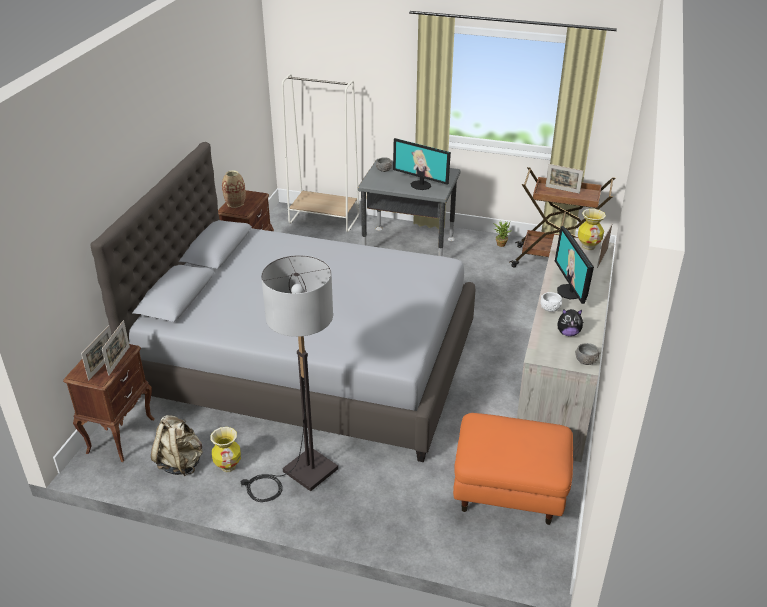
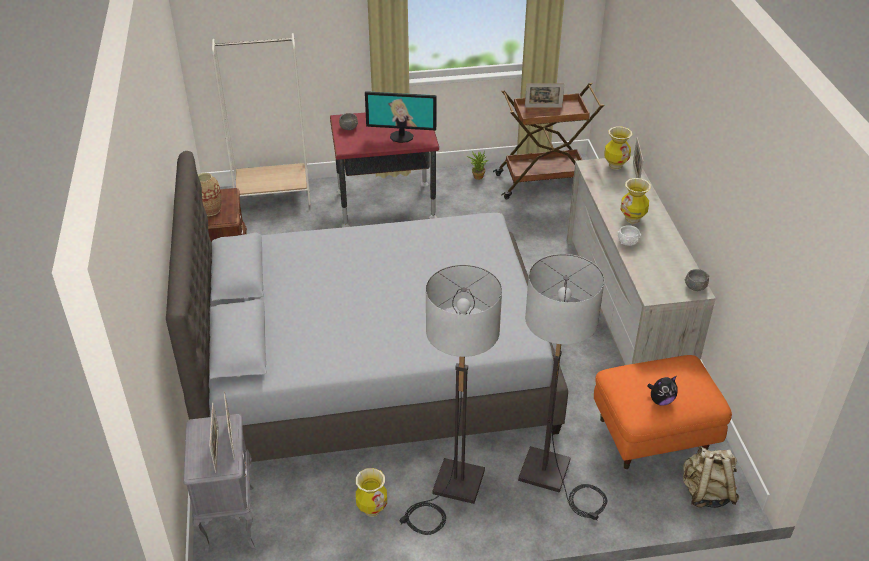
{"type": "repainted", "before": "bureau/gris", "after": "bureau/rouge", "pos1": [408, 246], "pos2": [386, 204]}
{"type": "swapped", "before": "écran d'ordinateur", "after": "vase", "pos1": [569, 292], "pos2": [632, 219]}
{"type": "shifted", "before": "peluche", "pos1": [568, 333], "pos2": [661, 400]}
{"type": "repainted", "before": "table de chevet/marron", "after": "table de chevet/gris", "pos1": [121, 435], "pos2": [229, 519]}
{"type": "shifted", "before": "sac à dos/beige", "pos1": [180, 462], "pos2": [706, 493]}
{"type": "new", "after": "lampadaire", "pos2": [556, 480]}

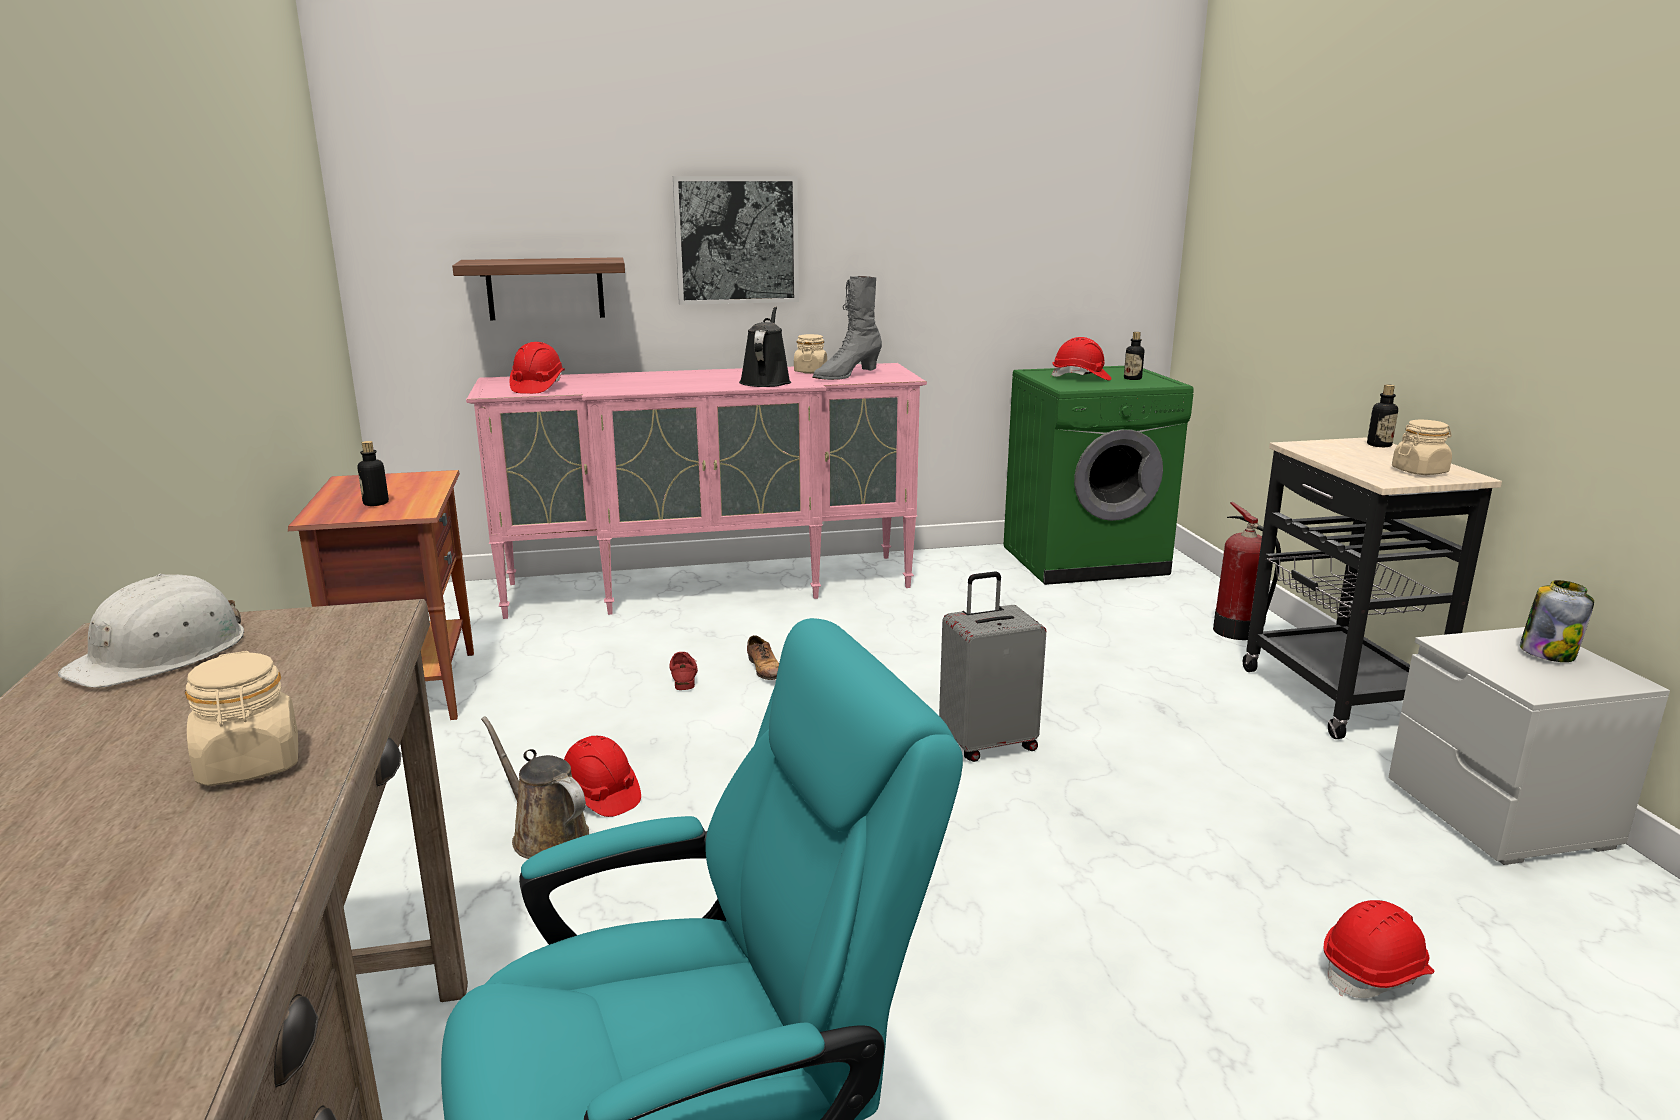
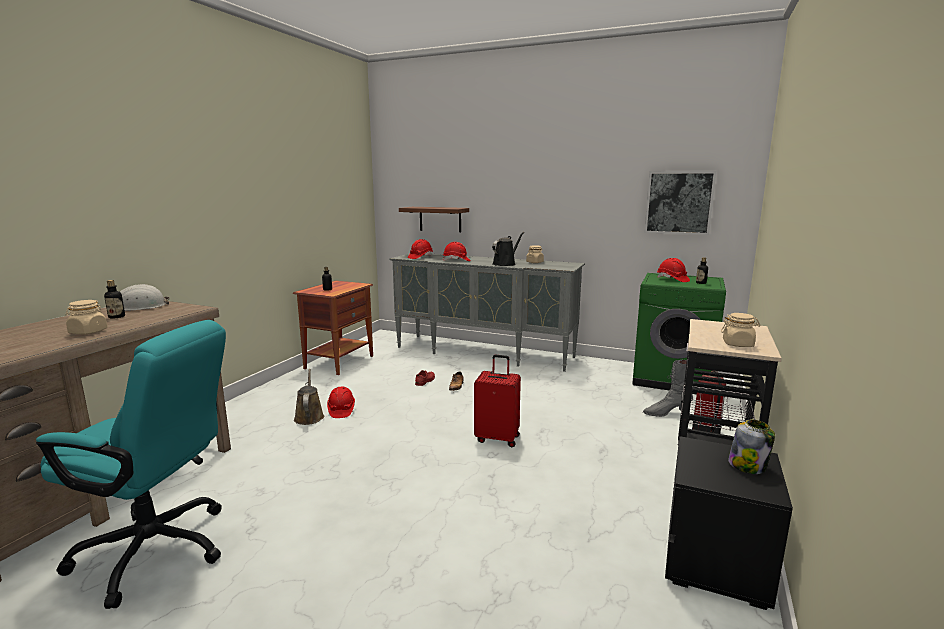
{"type": "shifted", "before": "tableau", "pos1": [736, 240], "pos2": [679, 202]}
{"type": "shifted", "before": "botte/gris", "pos1": [846, 376], "pos2": [666, 413]}
{"type": "repainted", "before": "meuble de rangement/rose", "after": "meuble de rangement/gris", "pos1": [710, 586], "pos2": [483, 352]}
{"type": "shifted", "before": "bouteille", "pos1": [1379, 445], "pos2": [116, 317]}
{"type": "repainted", "before": "valise/gris", "after": "valise/rouge", "pos1": [987, 743], "pos2": [497, 438]}
{"type": "repainted", "before": "table de chevet/blanc", "after": "table de chevet/noir", "pos1": [1503, 814], "pos2": [718, 563]}
{"type": "shifted", "before": "casque de chantier/rouge", "pos1": [1376, 972], "pos2": [456, 260]}

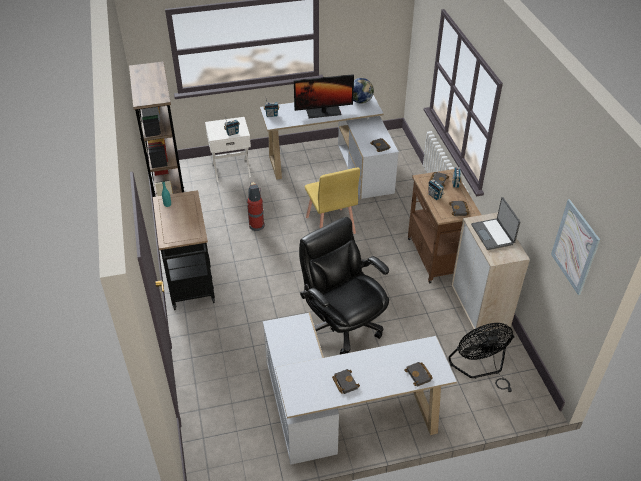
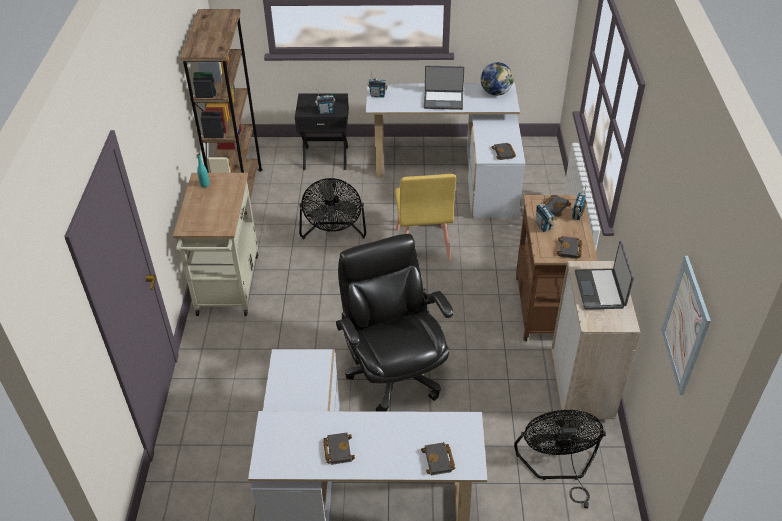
{"type": "swapped", "before": "écran d'ordinateur", "after": "ordinateur portable", "pos1": [323, 112], "pos2": [443, 100]}
{"type": "repainted", "before": "table de chevet/blanc", "after": "table de chevet/noir", "pos1": [231, 169], "pos2": [326, 157]}
{"type": "swapped", "before": "extincteur", "after": "ventilateur/noir", "pos1": [256, 225], "pos2": [331, 229]}
{"type": "repainted", "before": "chariot/noir", "after": "chariot/beige", "pos1": [191, 283], "pos2": [228, 287]}

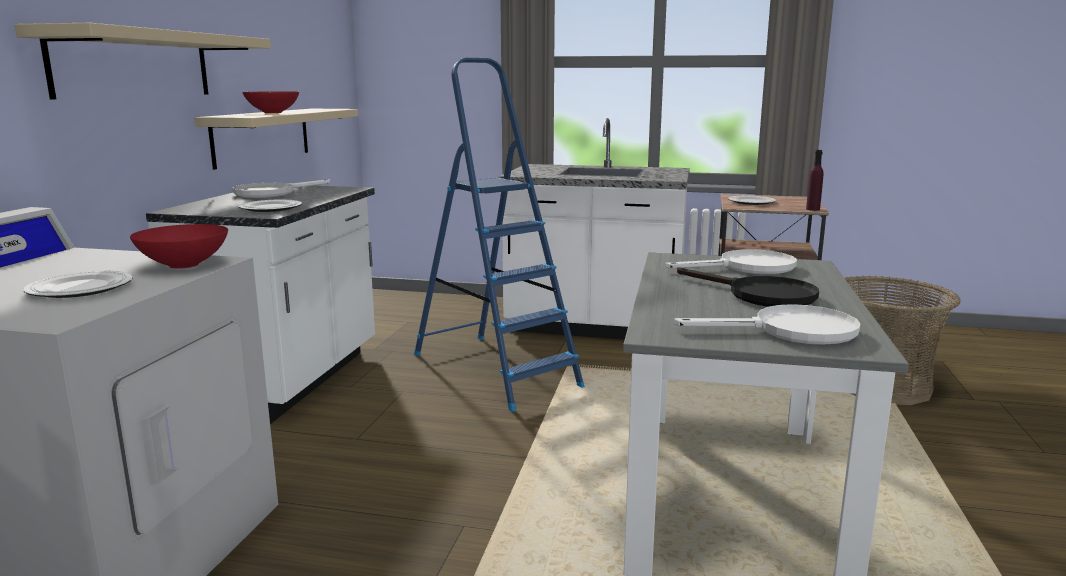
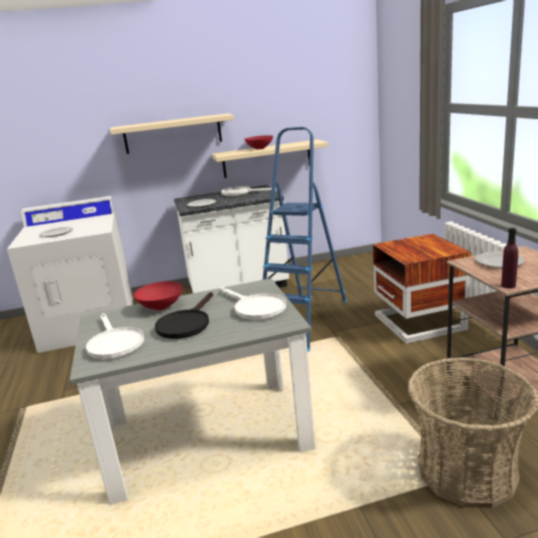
{"type": "swapped", "before": "comptoir de cuisine/blanc", "after": "table de chevet", "pos1": [594, 326], "pos2": [418, 322]}
{"type": "shifted", "before": "bol/rouge", "pos1": [184, 265], "pos2": [160, 307]}

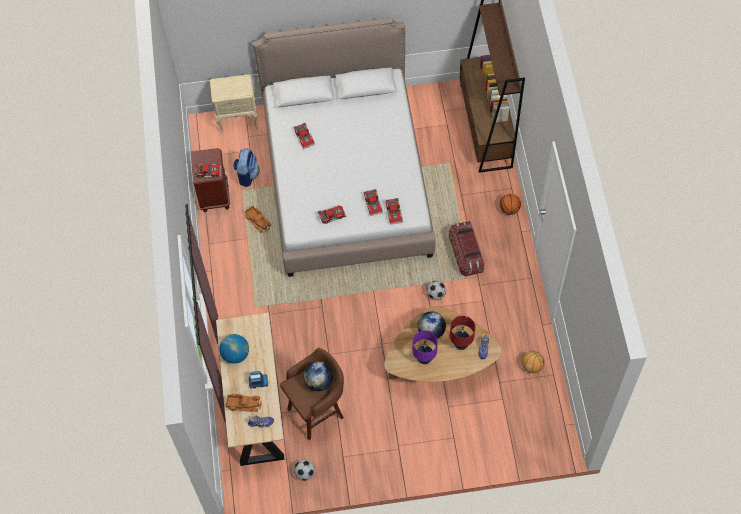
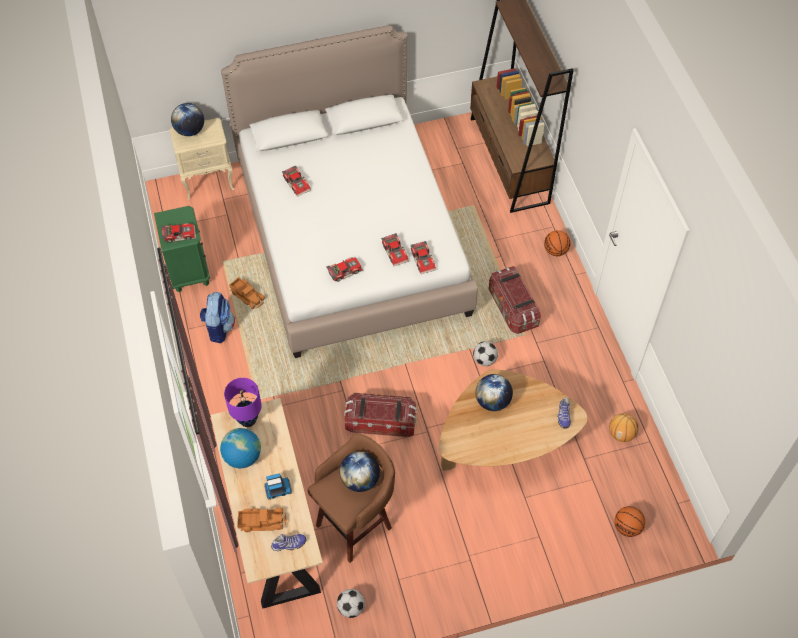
{"type": "repainted", "before": "table de chevet/marron", "after": "table de chevet/vert", "pos1": [214, 196], "pos2": [189, 272]}
{"type": "shifted", "before": "sac à dos", "pos1": [247, 175], "pos2": [218, 328]}
{"type": "gone", "before": "lampe de table/rouge", "pos1": [461, 344]}
{"type": "shifted", "before": "lampe de table/violet", "pos1": [424, 358], "pos2": [248, 419]}
{"type": "new", "after": "globe", "pos2": [190, 131]}
{"type": "new", "after": "boîte de rangement", "pos2": [380, 422]}
{"type": "new", "after": "ballon de basket", "pos2": [627, 527]}

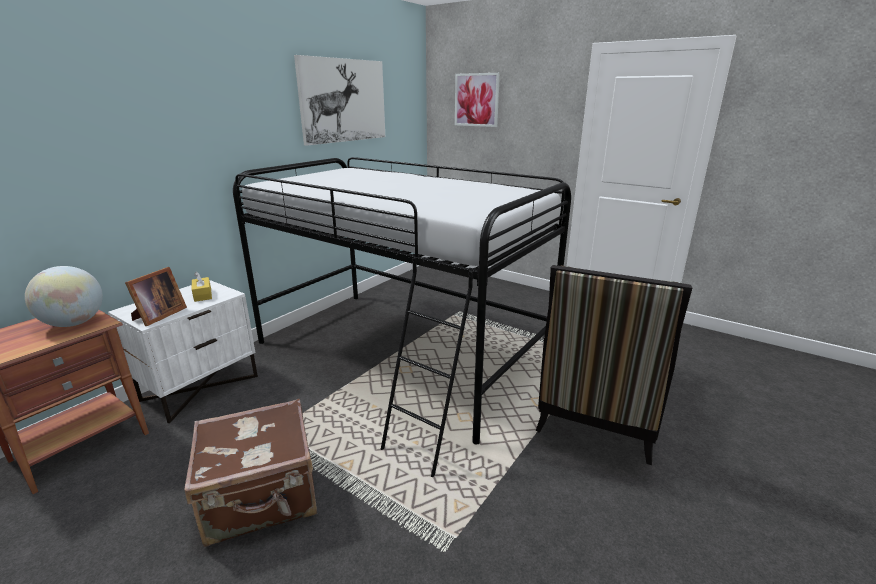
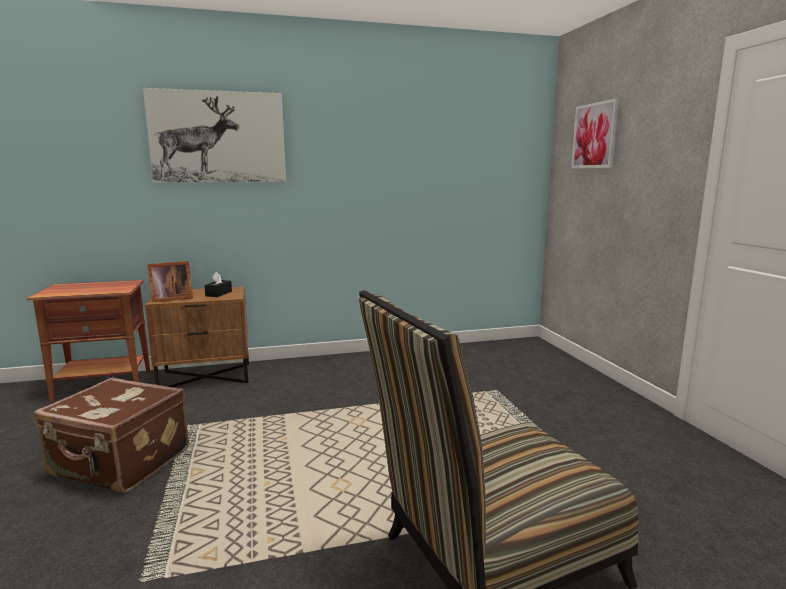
{"type": "shifted", "before": "tableau", "pos1": [343, 101], "pos2": [218, 137]}
{"type": "gone", "before": "lit/noir", "pos1": [401, 354]}
{"type": "gone", "before": "globe", "pos1": [74, 323]}
{"type": "repainted", "before": "boîte à mouchoirs/jaune", "after": "boîte à mouchoirs/noir", "pos1": [203, 295], "pos2": [219, 293]}
{"type": "repainted", "before": "table de chevet/blanc", "after": "table de chevet/marron", "pos1": [200, 387], "pos2": [206, 376]}

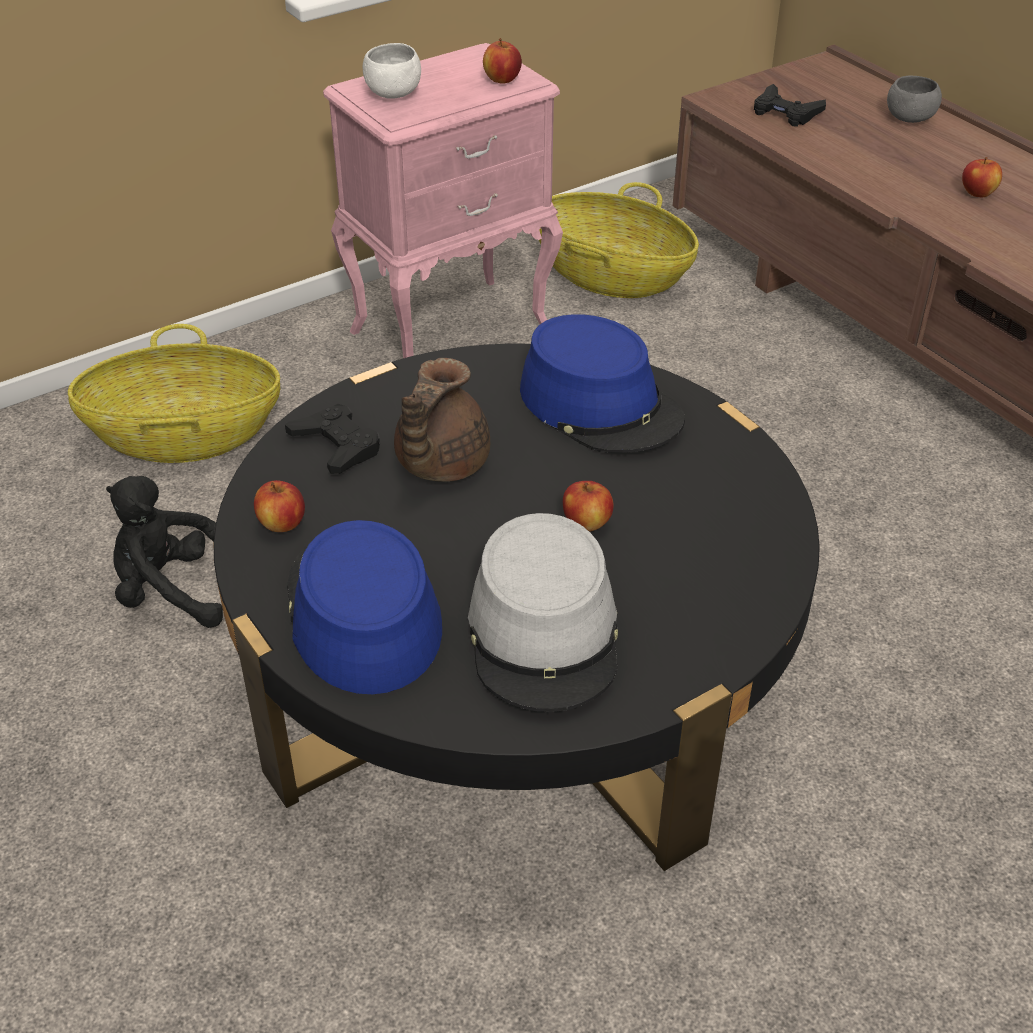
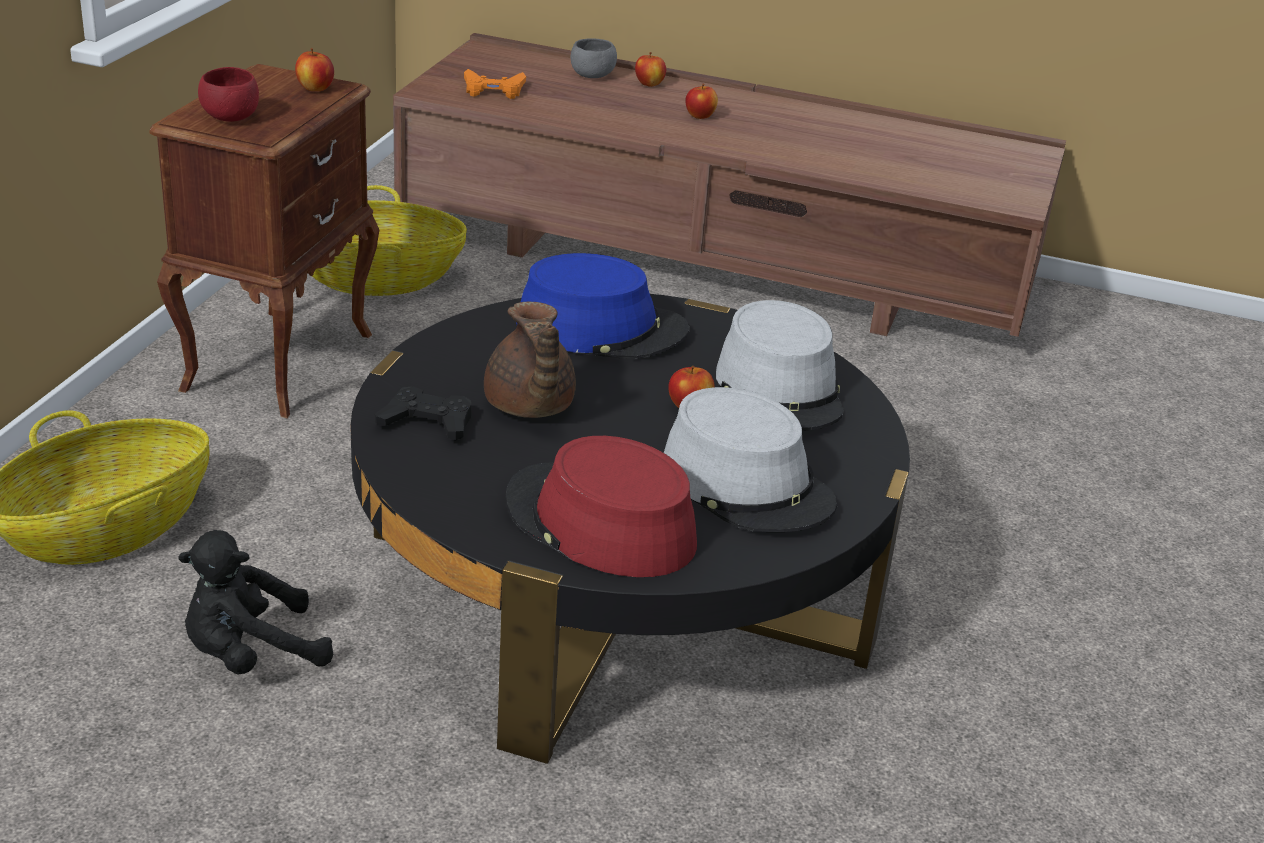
{"type": "repainted", "before": "table de chevet/rose", "after": "table de chevet/marron", "pos1": [451, 330], "pos2": [278, 361]}
{"type": "repainted", "before": "bol/blanc", "after": "bol/rouge", "pos1": [393, 93], "pos2": [230, 117]}
{"type": "repainted", "before": "manette/noir", "after": "manette/orange", "pos1": [785, 112], "pos2": [493, 90]}
{"type": "shifted", "before": "pomme", "pos1": [282, 524], "pos2": [649, 84]}
{"type": "repainted", "before": "chapeau/bleu", "after": "chapeau/rouge", "pos1": [361, 611], "pos2": [599, 523]}
{"type": "new", "after": "chapeau/gris", "pos2": [780, 390]}

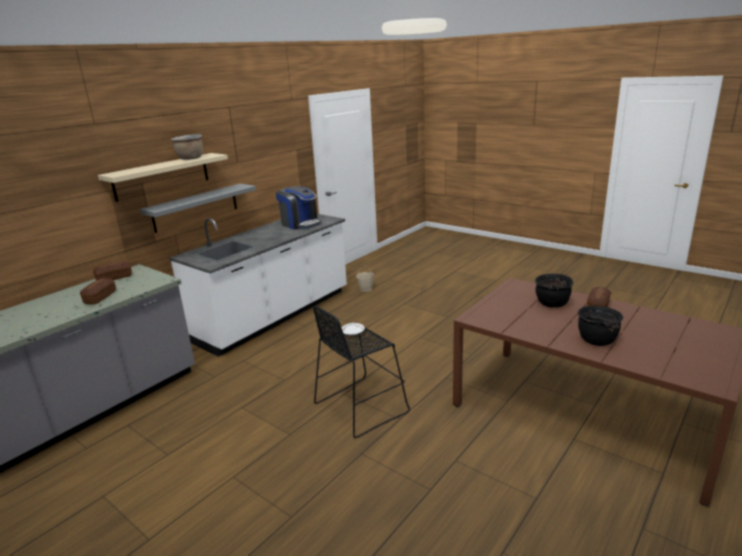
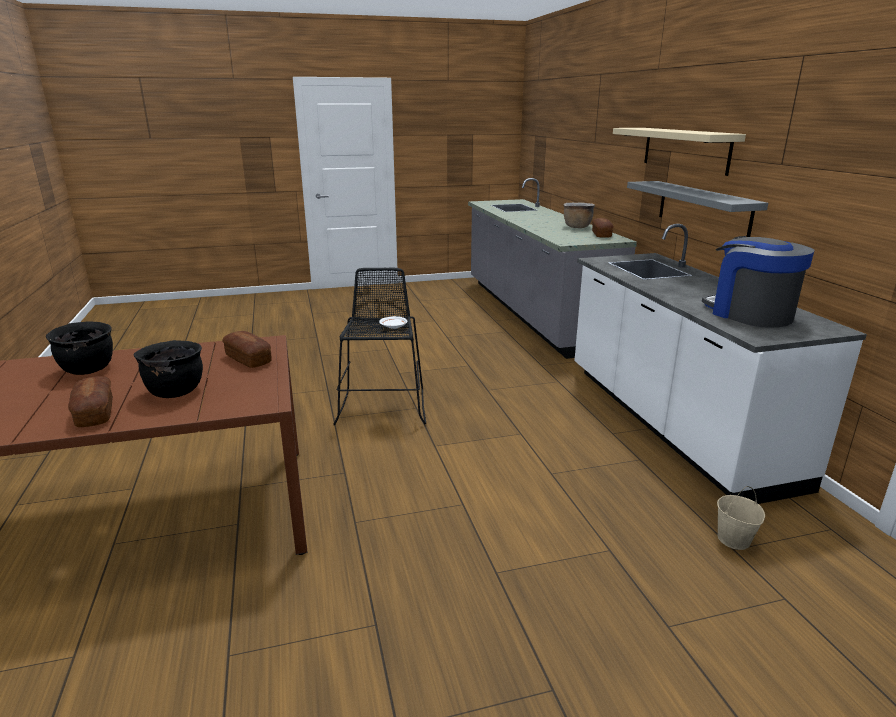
{"type": "shifted", "before": "marmite/marron", "pos1": [190, 159], "pos2": [577, 227]}
{"type": "rotated", "before": "machine à café", "pos1": [300, 224], "pos2": [749, 314], "turn": 75}
{"type": "shifted", "before": "pain", "pos1": [100, 297], "pos2": [248, 359]}

